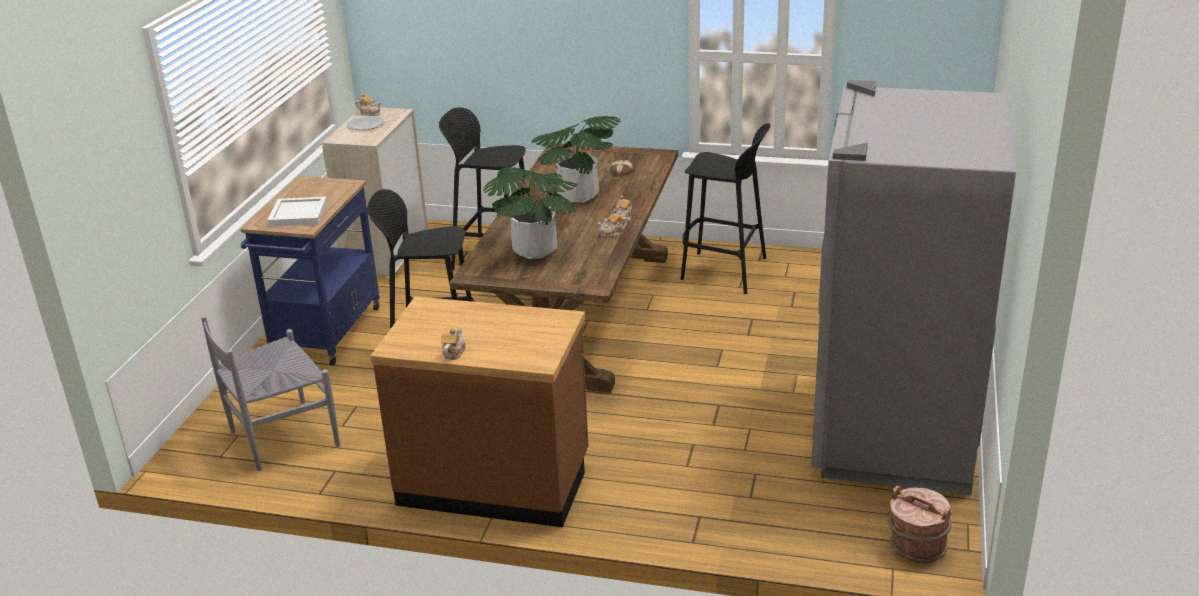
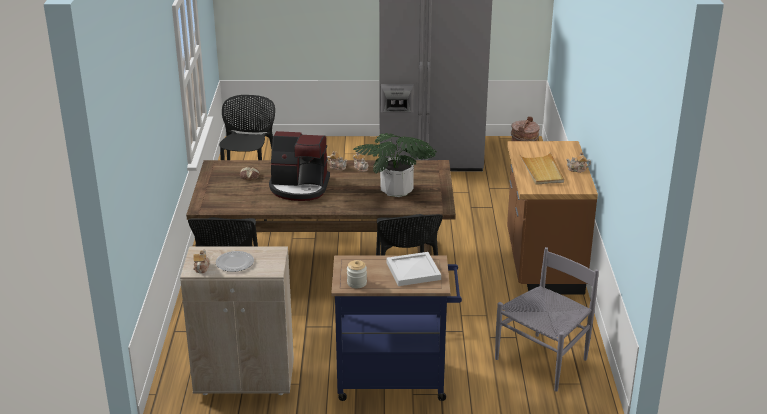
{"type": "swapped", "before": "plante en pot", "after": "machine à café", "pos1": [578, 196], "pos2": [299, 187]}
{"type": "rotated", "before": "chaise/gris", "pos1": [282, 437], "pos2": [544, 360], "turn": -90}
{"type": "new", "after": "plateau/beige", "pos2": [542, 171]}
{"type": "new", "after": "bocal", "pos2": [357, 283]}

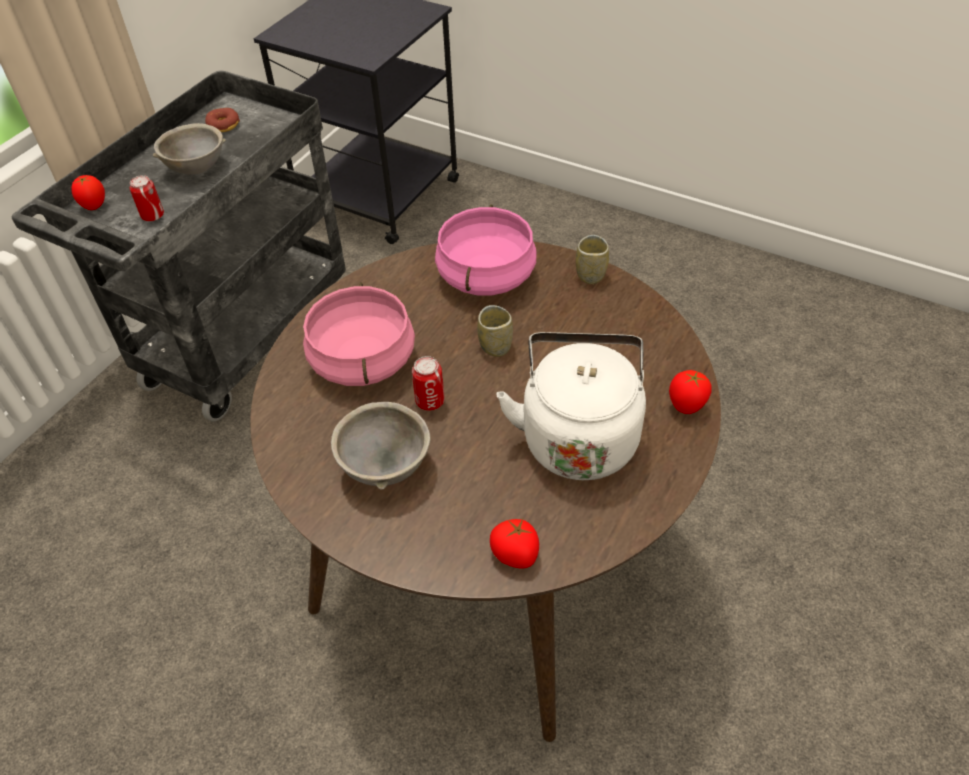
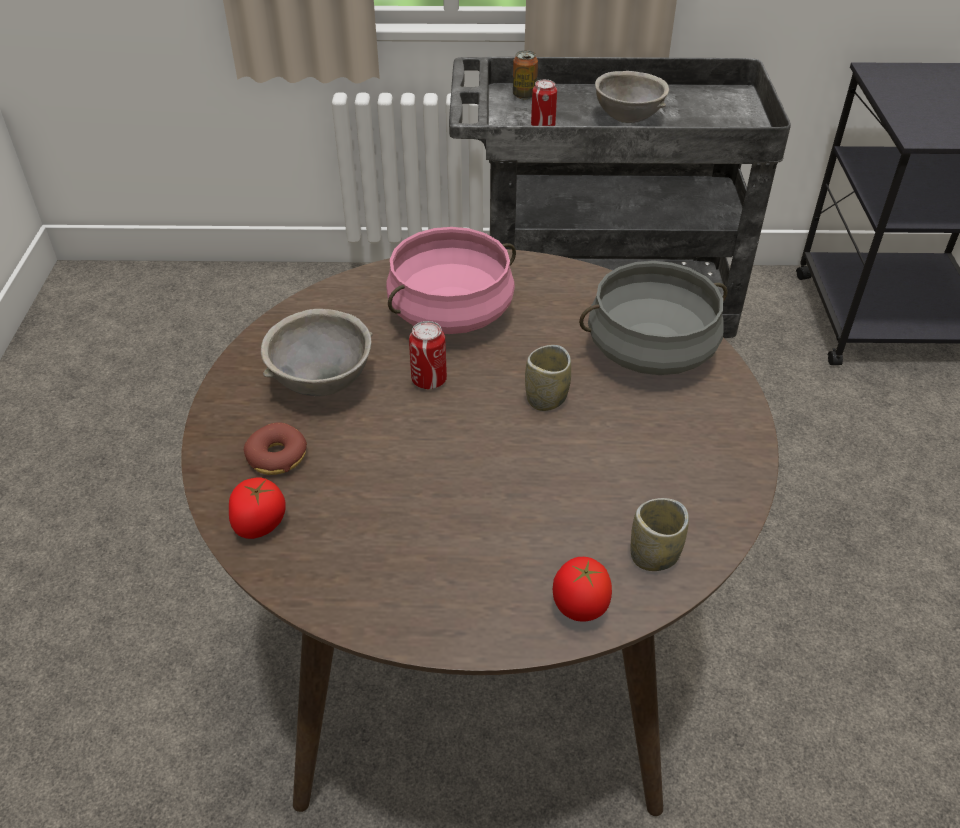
{"type": "shifted", "before": "beignet", "pos1": [223, 125], "pos2": [277, 456]}
{"type": "swapped", "before": "tomate", "after": "boîte métallique", "pos1": [94, 207], "pos2": [524, 95]}
{"type": "repainted", "before": "marmite/rose", "after": "marmite/gris", "pos1": [485, 275], "pos2": [651, 350]}
{"type": "shifted", "before": "tasse", "pos1": [590, 275], "pos2": [654, 555]}
{"type": "gone", "before": "bouilloire/blanc", "pos1": [578, 436]}

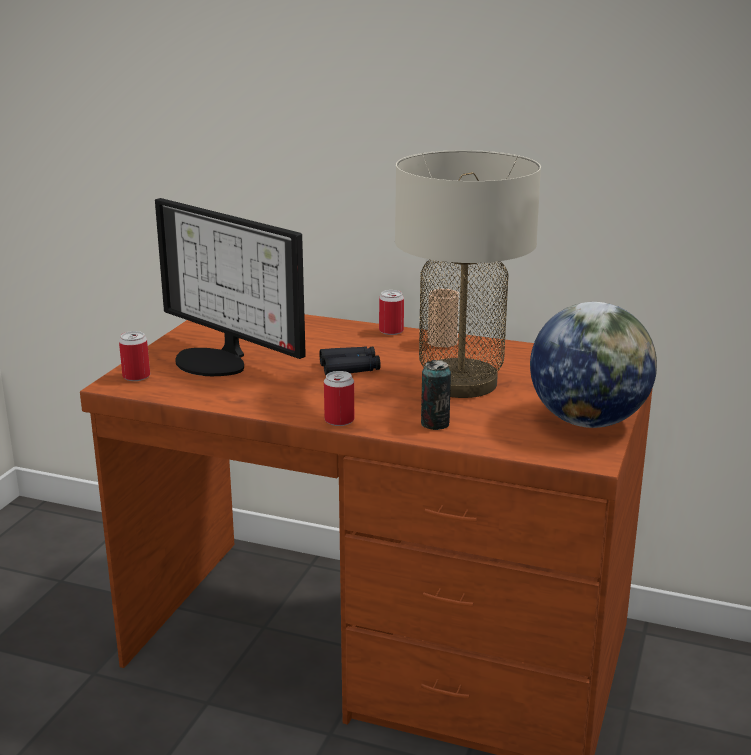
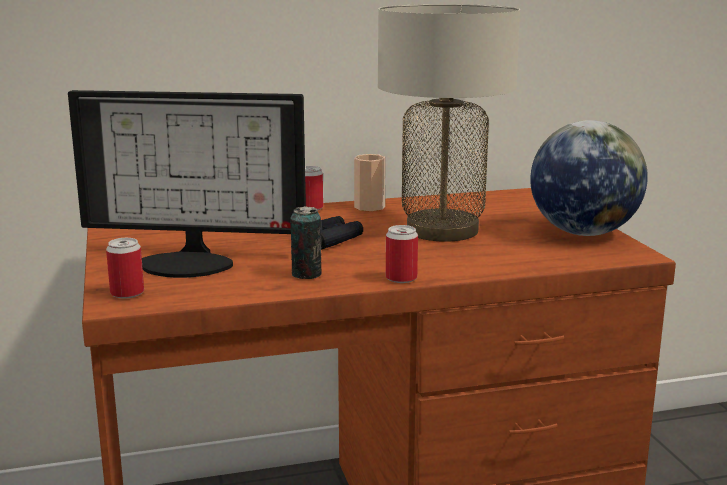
{"type": "shifted", "before": "boîte métallique", "pos1": [435, 424], "pos2": [306, 274]}

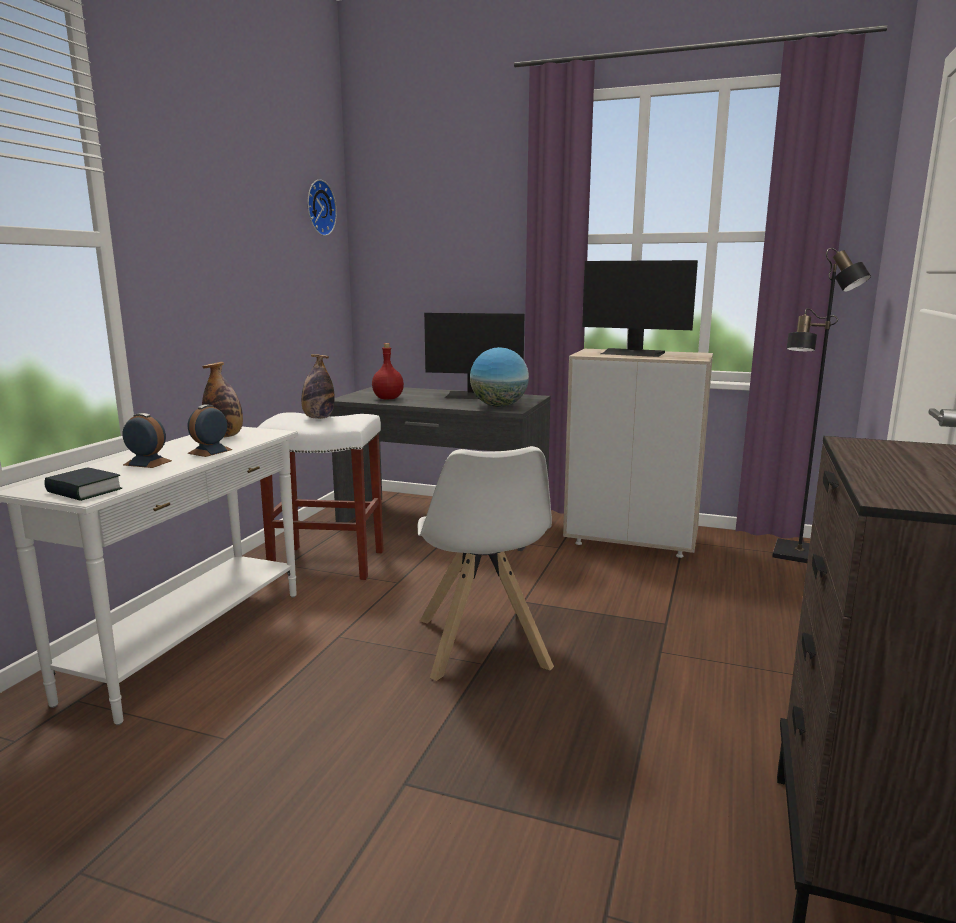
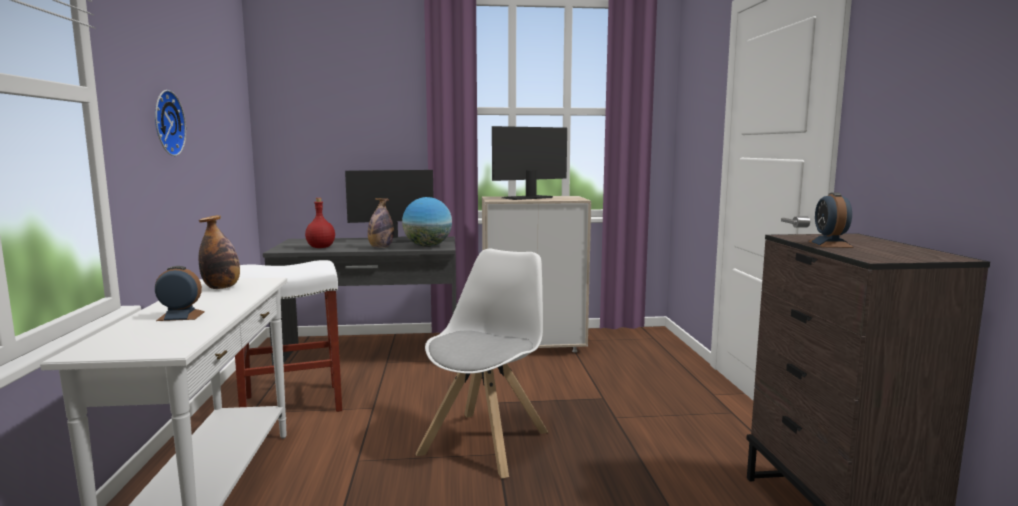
{"type": "shifted", "before": "horloge murale", "pos1": [318, 208], "pos2": [165, 123]}
{"type": "gone", "before": "lampadaire/noir", "pos1": [798, 553]}
{"type": "rotated", "before": "écran d'ordinateur", "pos1": [633, 353], "pos2": [526, 198], "turn": 150}
{"type": "shifted", "before": "bouteille", "pos1": [318, 418], "pos2": [381, 247]}
{"type": "shifted", "before": "réveil", "pos1": [210, 451], "pos2": [830, 244]}
{"type": "rotated", "before": "chaise", "pos1": [482, 646], "pos2": [487, 441], "turn": -120}
{"type": "gone", "before": "livre", "pos1": [84, 491]}

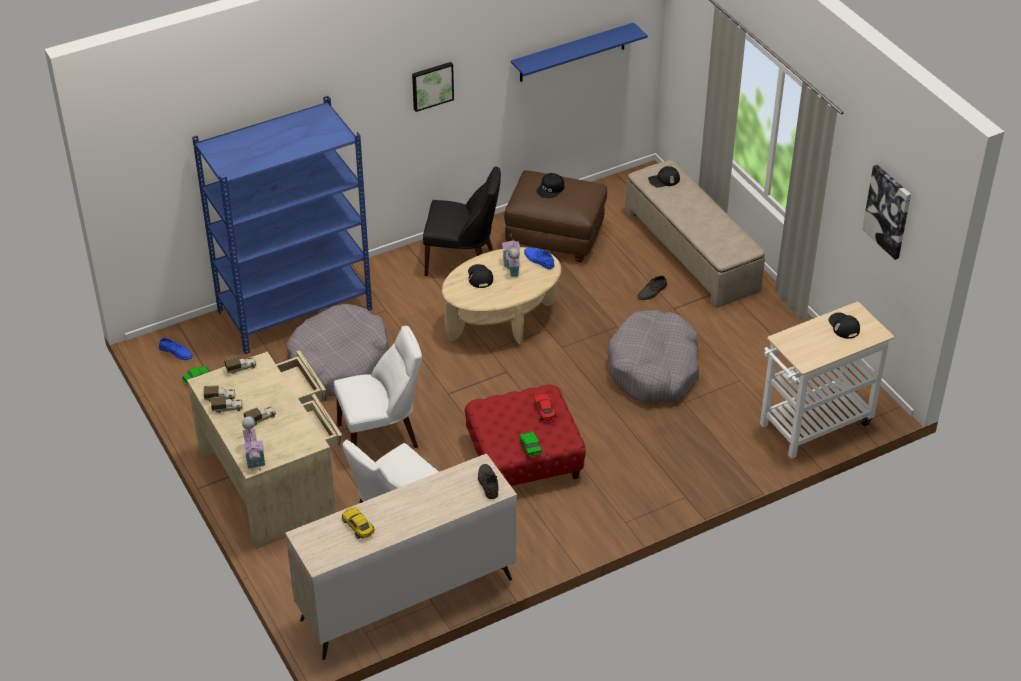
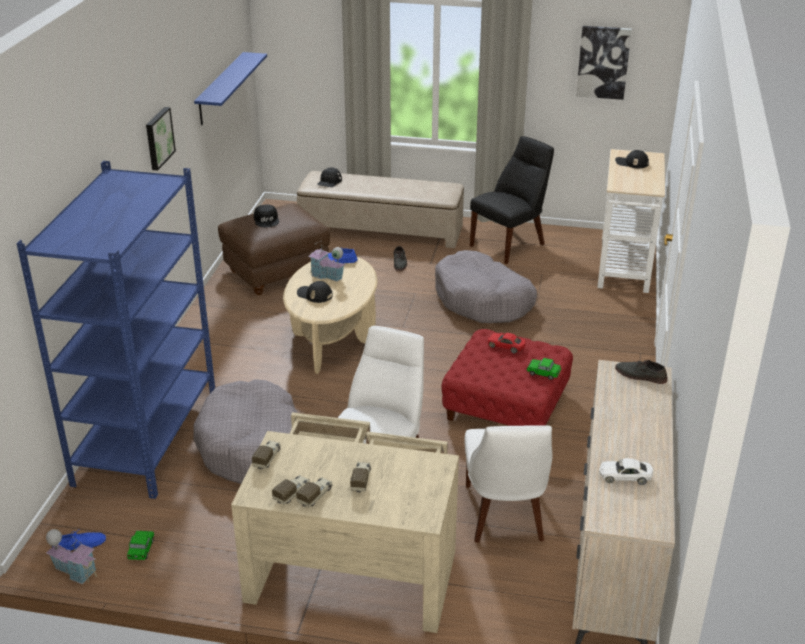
{"type": "shifted", "before": "chaise/noir", "pos1": [463, 262], "pos2": [510, 244]}
{"type": "shifted", "before": "maison miniature", "pos1": [254, 456], "pos2": [75, 571]}
{"type": "repainted", "before": "petite voiture/jaune", "after": "petite voiture/blanc", "pos1": [358, 526], "pos2": [625, 476]}

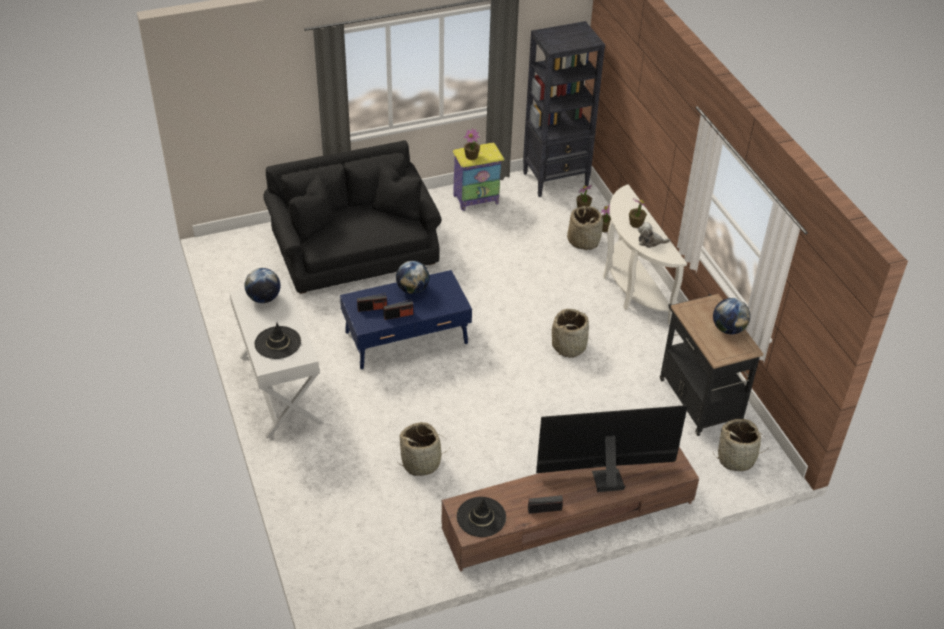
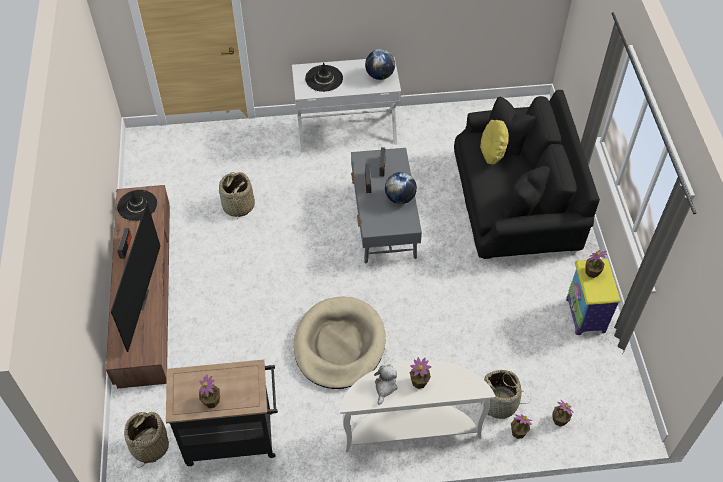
{"type": "gone", "before": "bibliothèque/noir", "pos1": [556, 180]}
{"type": "repainted", "before": "table basse/bleu", "after": "table basse/gris", "pos1": [407, 337], "pos2": [384, 220]}
{"type": "swapped", "before": "globe", "after": "plante en pot", "pos1": [728, 329], "pos2": [211, 401]}
{"type": "swapped", "before": "panier", "after": "panier pour chien/beige", "pos1": [569, 346], "pos2": [339, 345]}
{"type": "new", "after": "coussin/jaune", "pos2": [492, 154]}

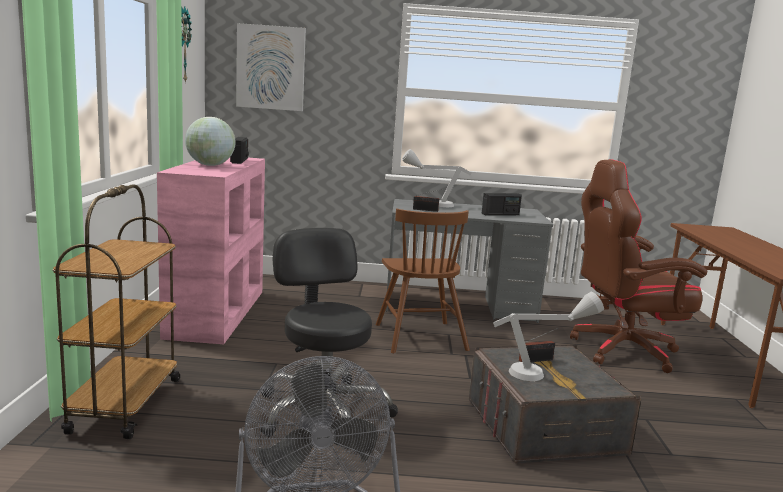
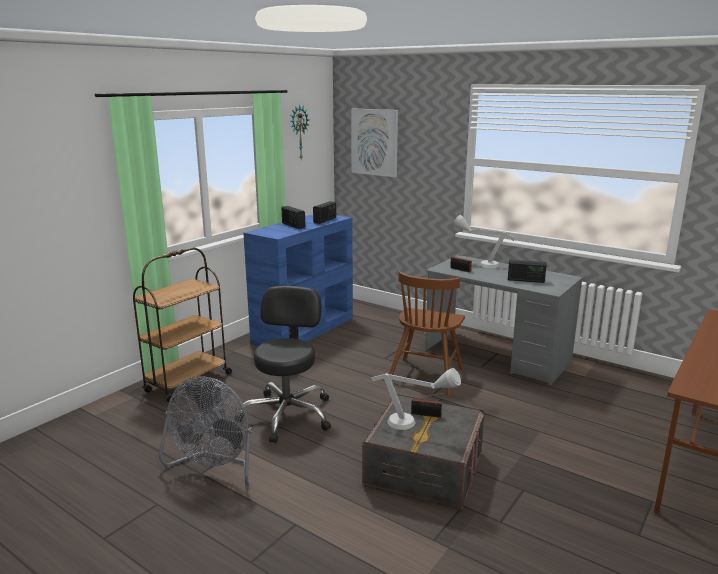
{"type": "swapped", "before": "globe", "after": "radio", "pos1": [210, 165], "pos2": [293, 225]}
{"type": "repainted", "before": "bibliothèque/rose", "after": "bibliothèque/bleu", "pos1": [215, 313], "pos2": [303, 330]}
{"type": "gone", "before": "chaise de bureau/marron", "pos1": [624, 350]}

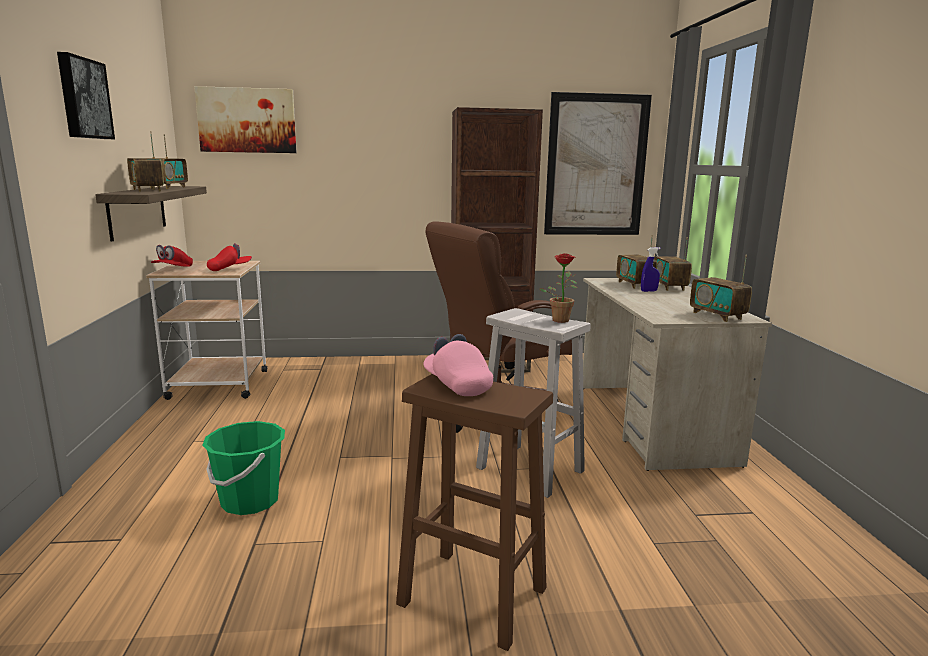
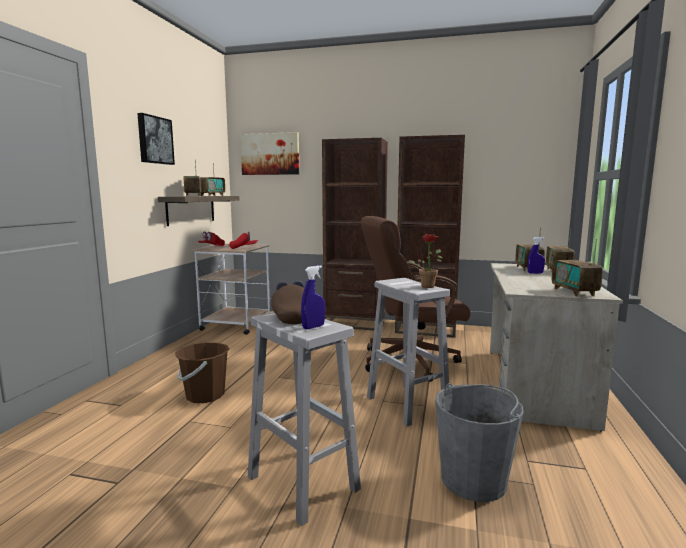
{"type": "gone", "before": "tableau", "pos1": [596, 166]}
{"type": "repainted", "before": "casquette/rose", "after": "casquette/marron", "pos1": [457, 385], "pos2": [292, 317]}
{"type": "repainted", "before": "tabouret/marron", "after": "tabouret/blanc", "pos1": [470, 596], "pos2": [301, 482]}
{"type": "repainted", "before": "seau/vert", "after": "seau/marron", "pos1": [250, 501], "pos2": [205, 395]}
{"type": "new", "after": "bibliothèque/marron", "pos2": [354, 323]}
{"type": "new", "after": "vaporisateur/bleu", "pos2": [313, 327]}
{"type": "new", "after": "seau/gris", "pos2": [474, 479]}

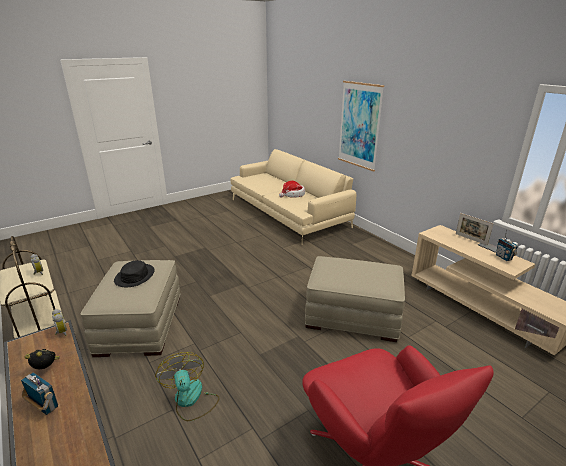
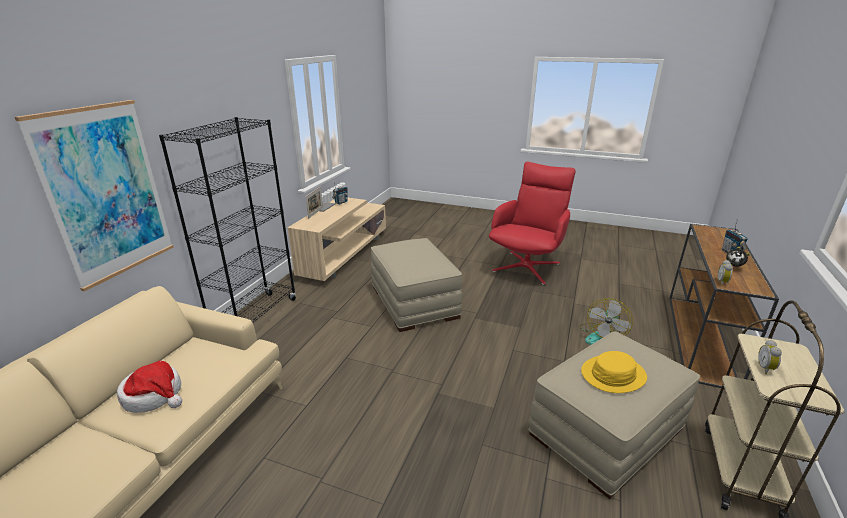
{"type": "repainted", "before": "chapeau/noir", "after": "chapeau/jaune", "pos1": [134, 276], "pos2": [613, 375]}
{"type": "new", "after": "bibliothèque/noir", "pos2": [255, 317]}

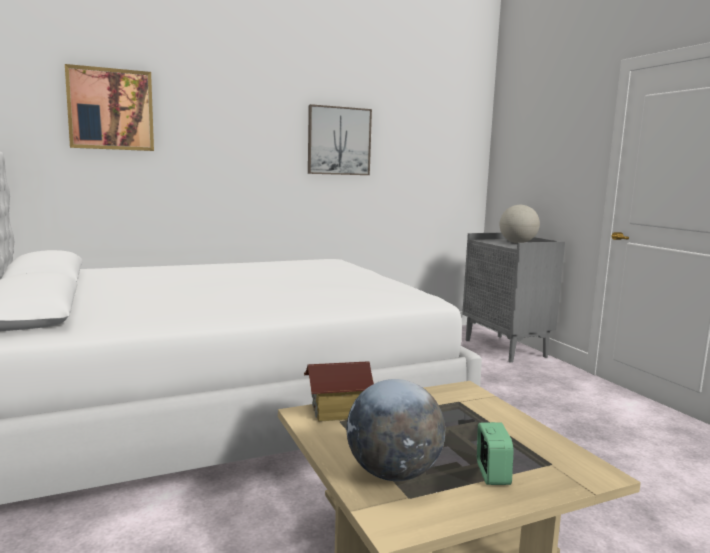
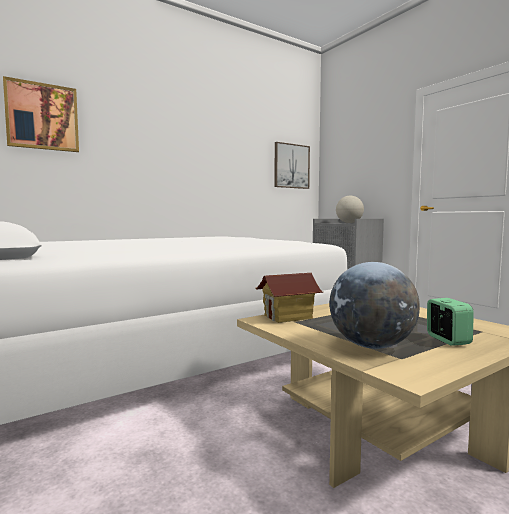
{"type": "shifted", "before": "tableau", "pos1": [339, 141], "pos2": [291, 166]}

